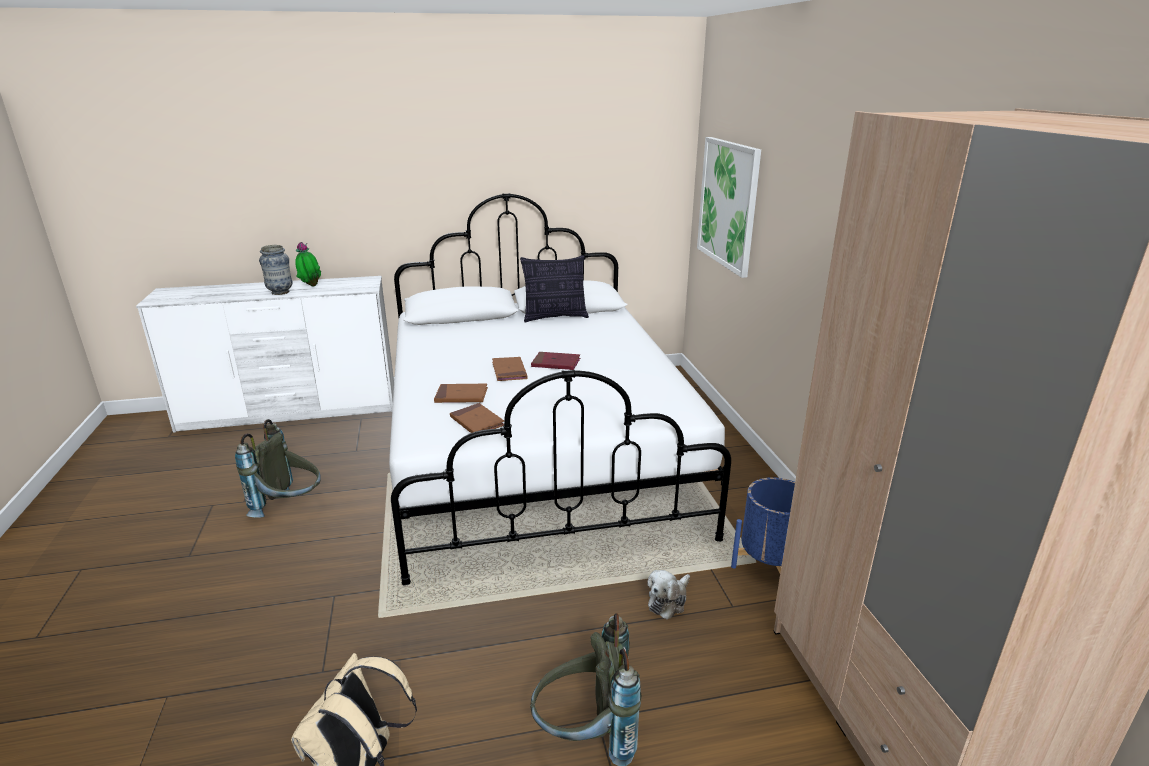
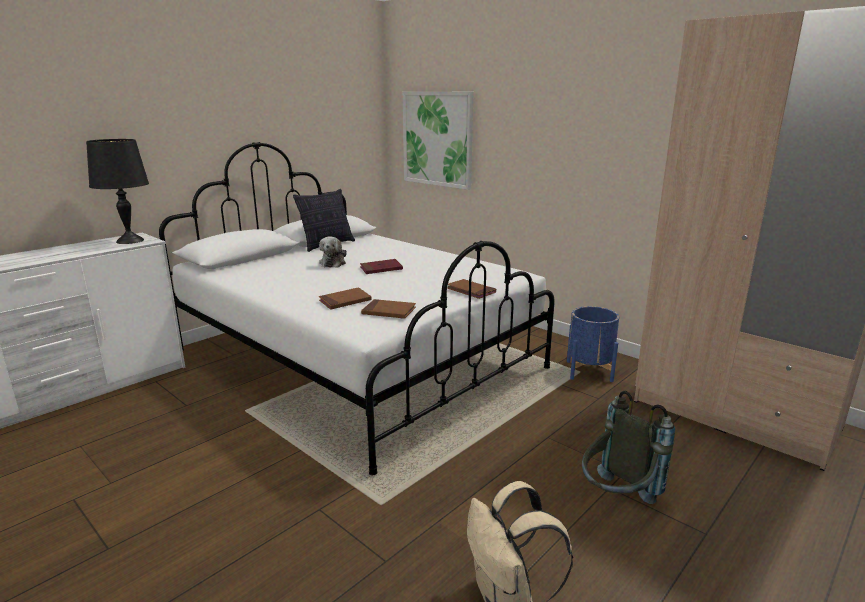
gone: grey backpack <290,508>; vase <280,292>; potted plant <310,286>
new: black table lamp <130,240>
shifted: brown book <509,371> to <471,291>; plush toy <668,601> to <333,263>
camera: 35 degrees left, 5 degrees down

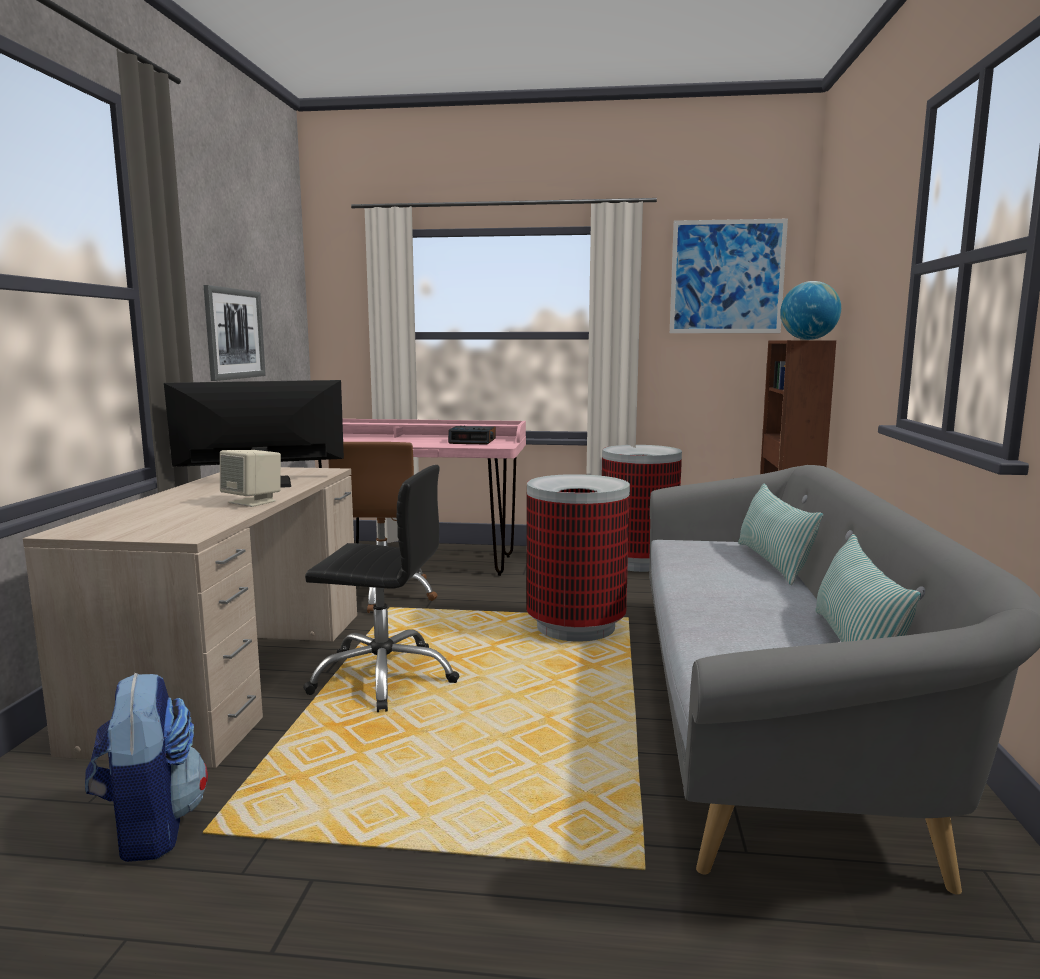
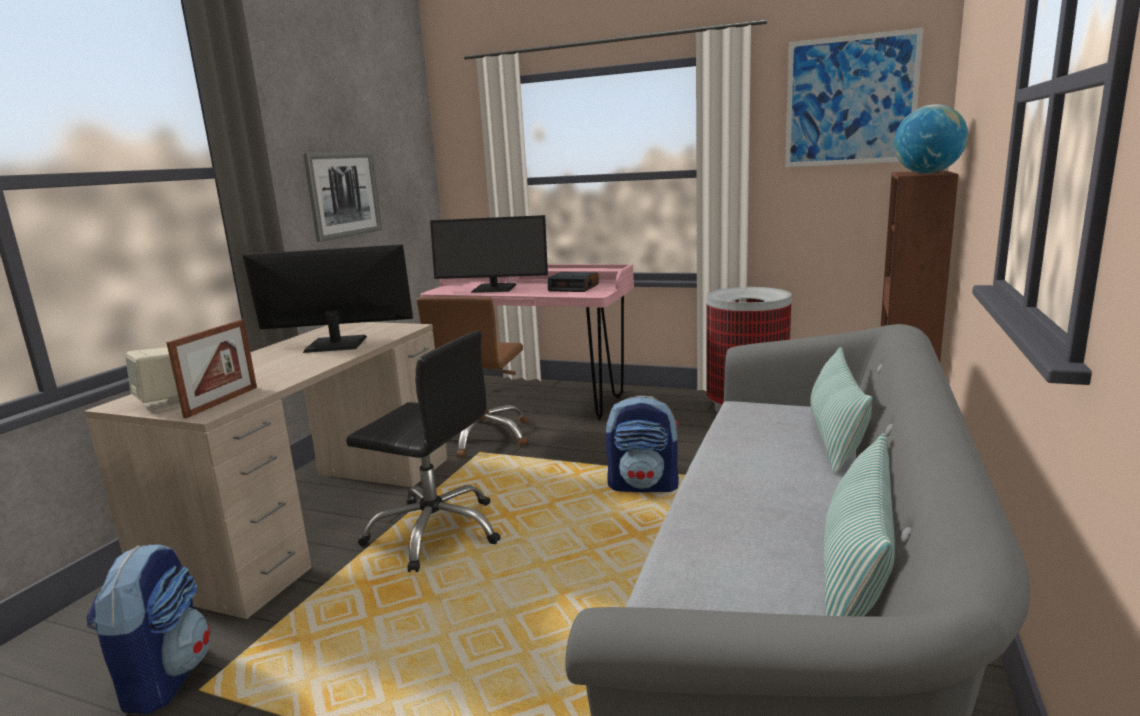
new: picture frame <222,402>; monitor <493,288>
shifted: beige speaker <253,502> to <167,404>
swapped: trash can <576,627> to backpack <644,486>
camera: 15 degrees right, 5 degrees up

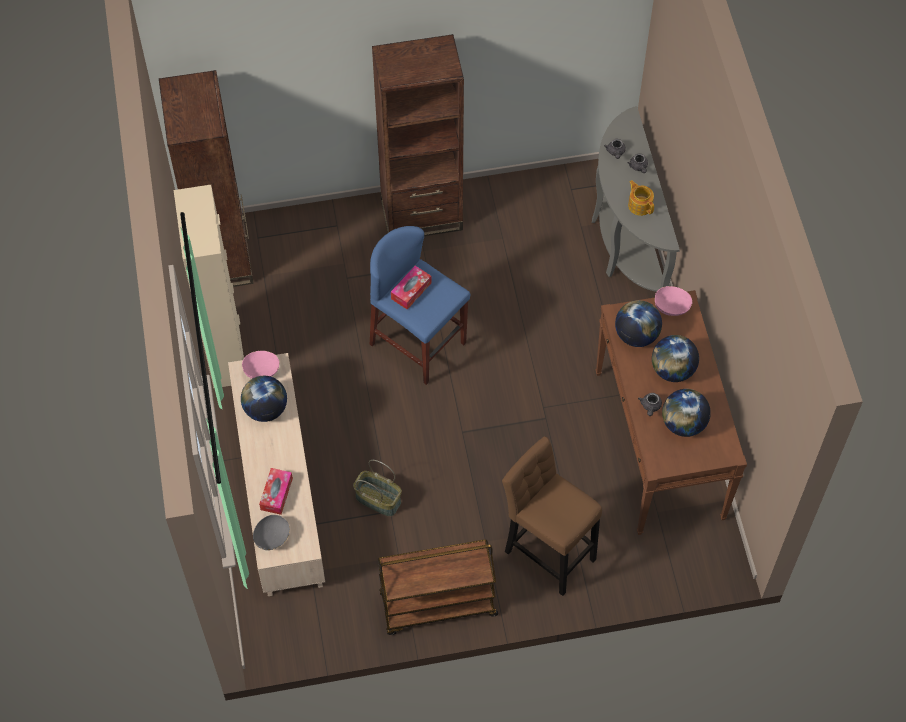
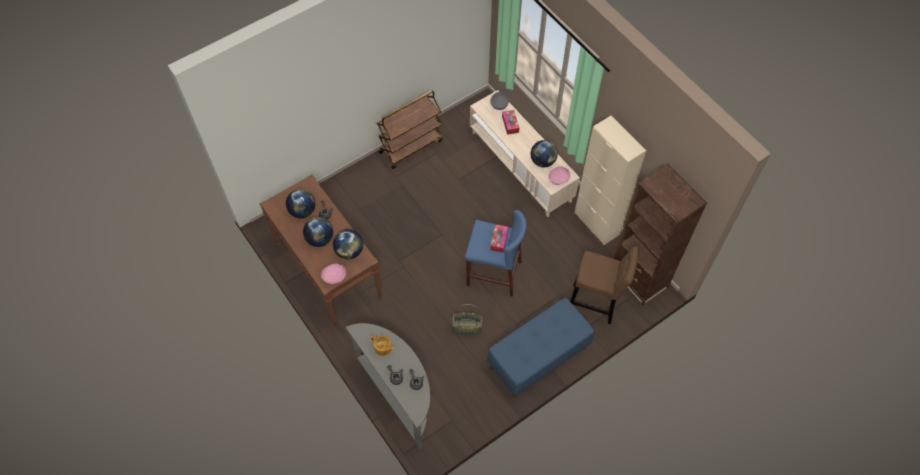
shifted: basket <379,499> to <466,328>; brown stool <547,551> to <595,304>
swapped: brown bookcase <421,215> to blue bench <538,357>
camera: 155 degrees right, 0 degrees up

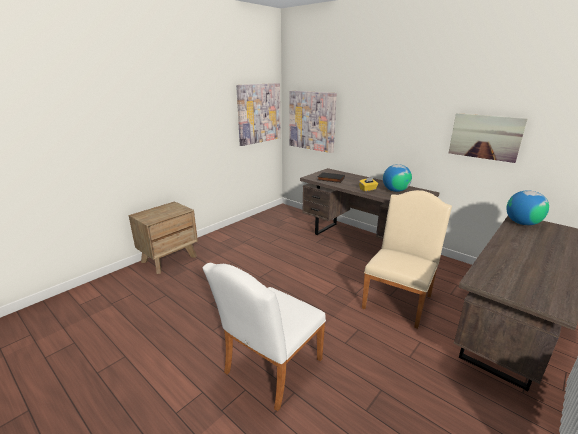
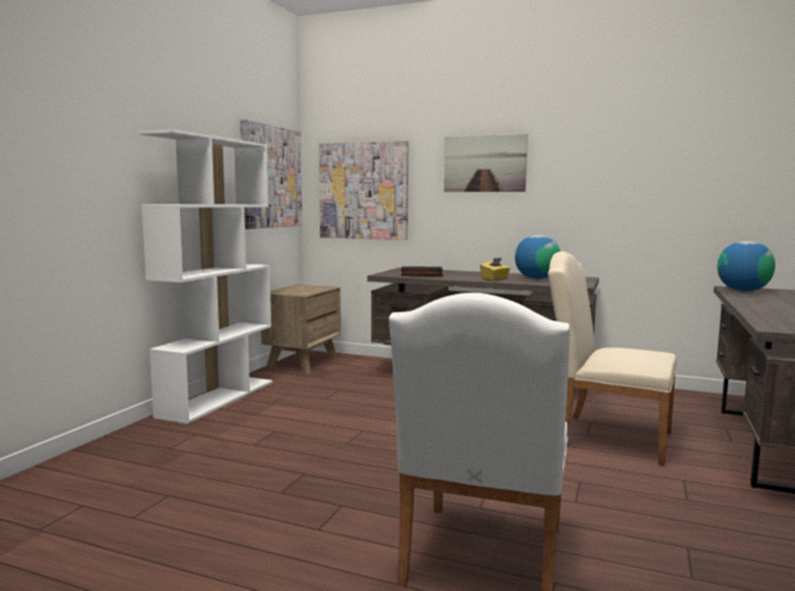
new: white bookcase <218,398>
shifted: brown nightstand <169,259> to <302,362>; picture <485,137> to <484,163>
rotated: beige chair <399,299> = <604,437> 75 degrees counterclockwise
camera: 20 degrees left, 15 degrees down

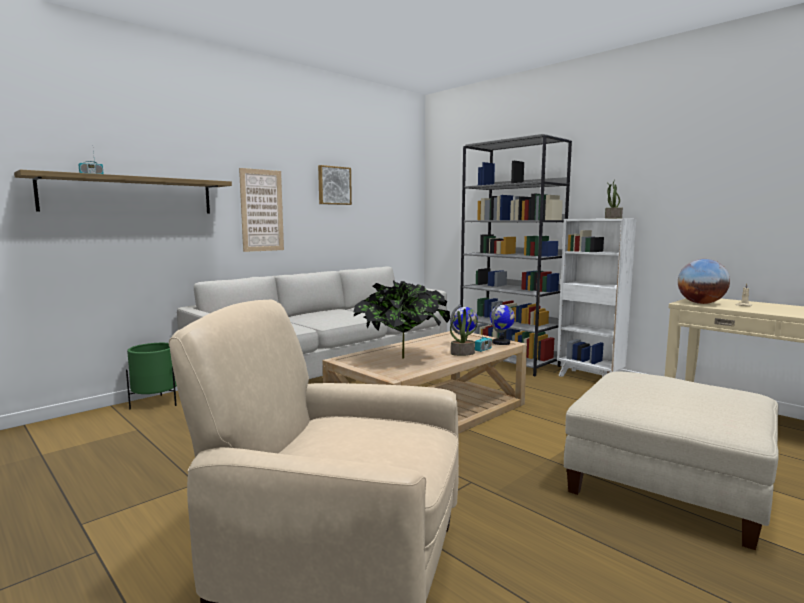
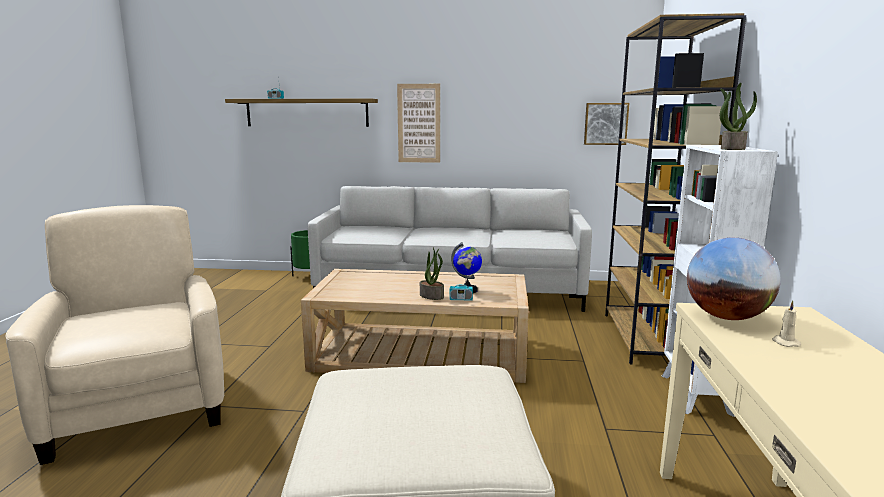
gone: potted plant <400,358>; globe <501,343>
shifted: picture <334,185> to <605,123>
repainted: grey bookcase <509,362> to brown bookcase <649,339>
camera: 50 degrees right, 5 degrees up

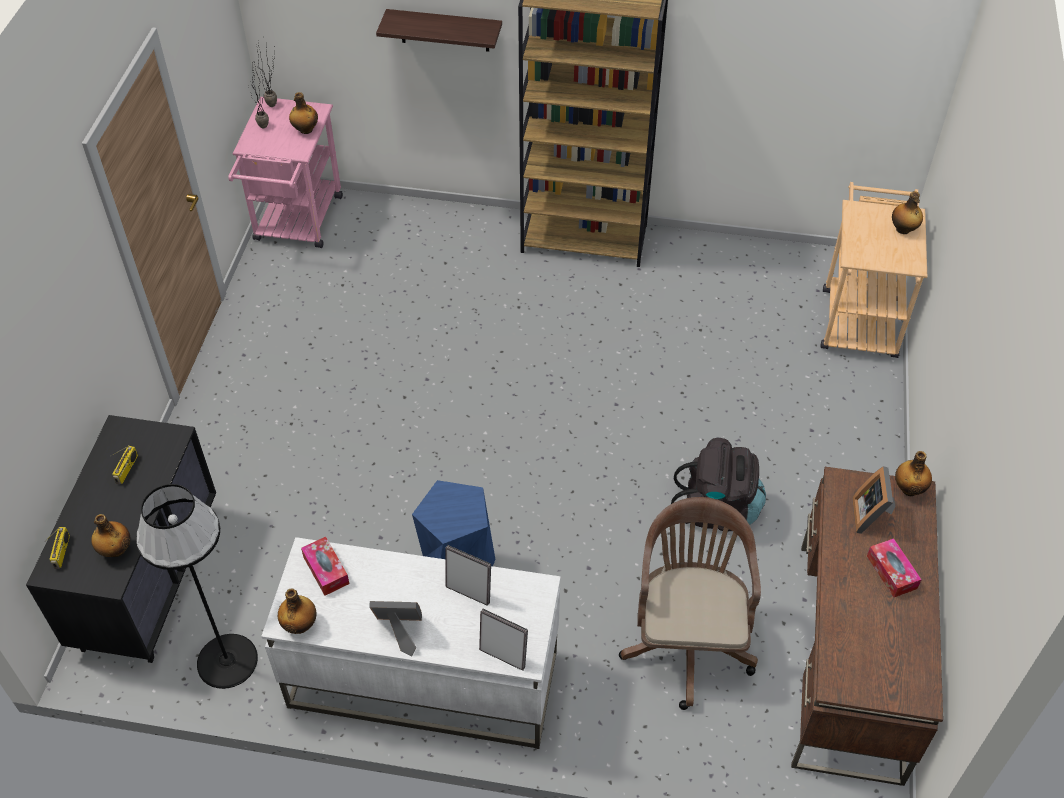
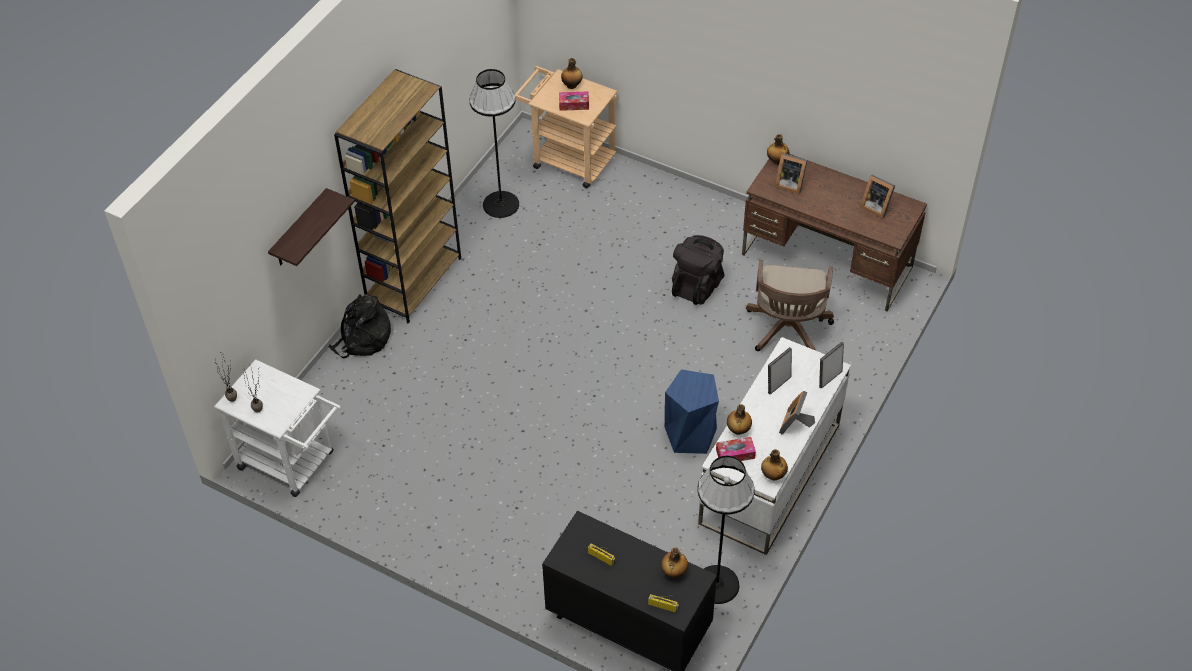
new: black backpack <363,339>; black floor lamp <501,204>; picture frame <876,206>
shifted: bottle <305,130> to <738,430>; tissue box <891,572> to <574,104>
repainted: pink cart <296,224> to white cart <293,463>
rotated: brown office chair <687,640> = <787,331> 105 degrees counterclockwise
camera: 70 degrees left, 0 degrees up

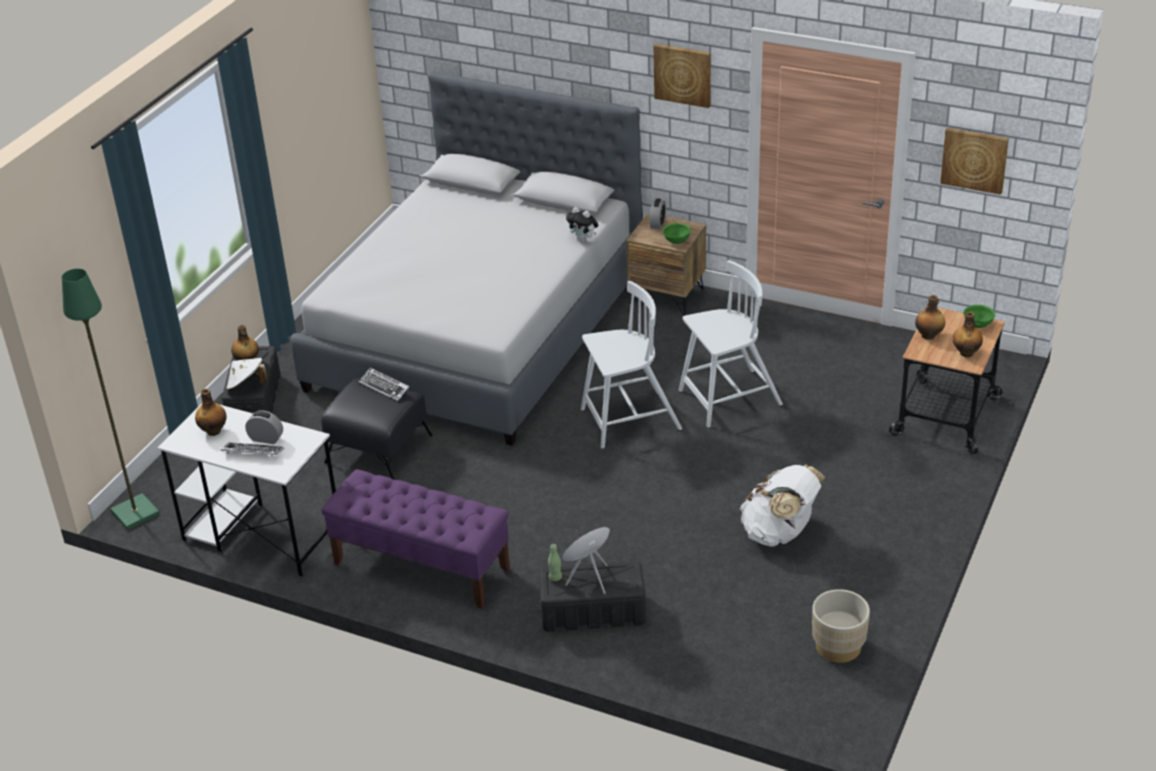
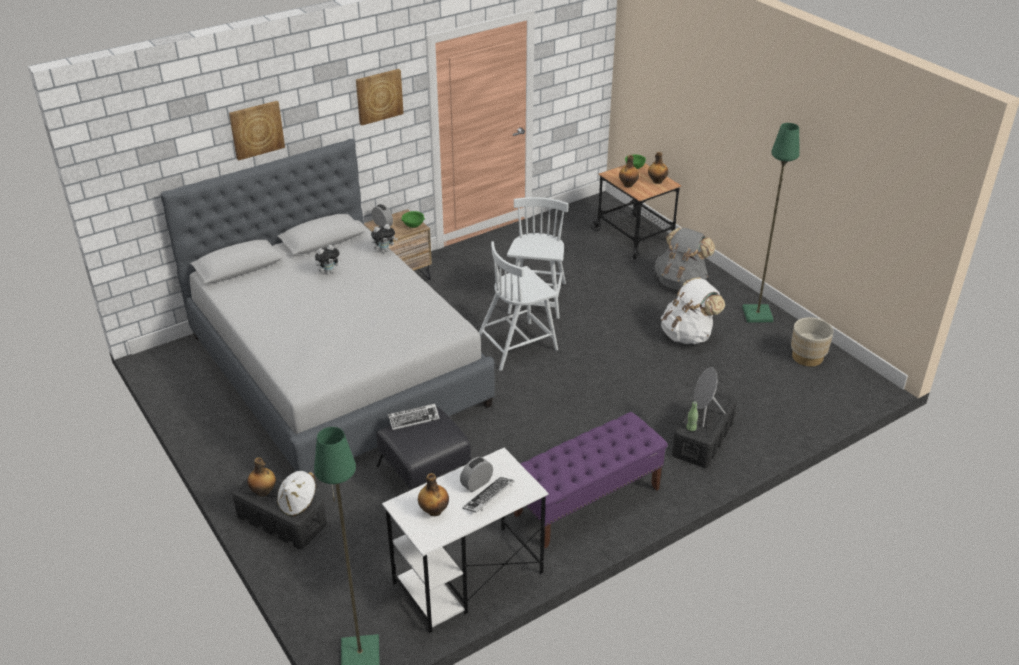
new: plush toy <329,272>; grey backpack <680,282>; green floor lamp <758,315>
shifted: picture <974,159> to <256,129>
rotated: white chair <628,420> = <517,345> 135 degrees counterclockwise
camera: 60 degrees left, 0 degrees up

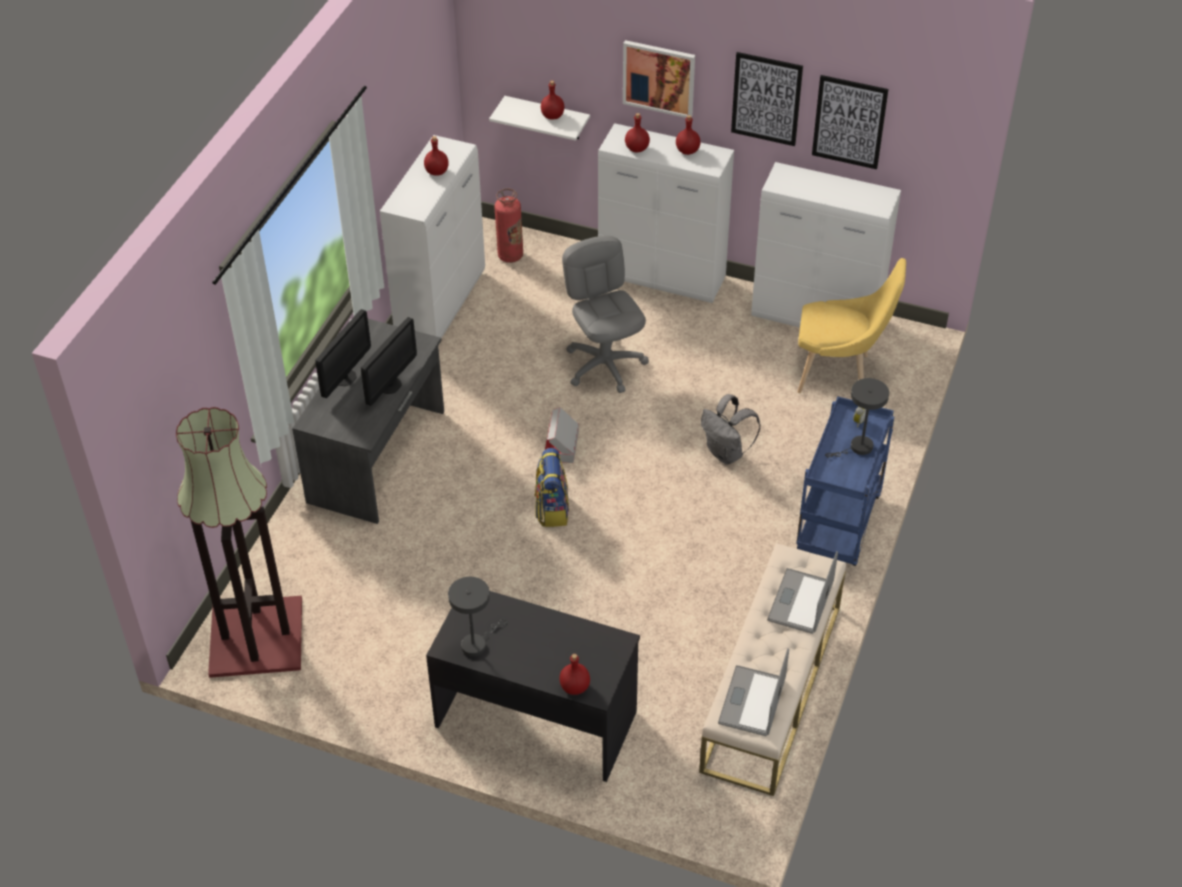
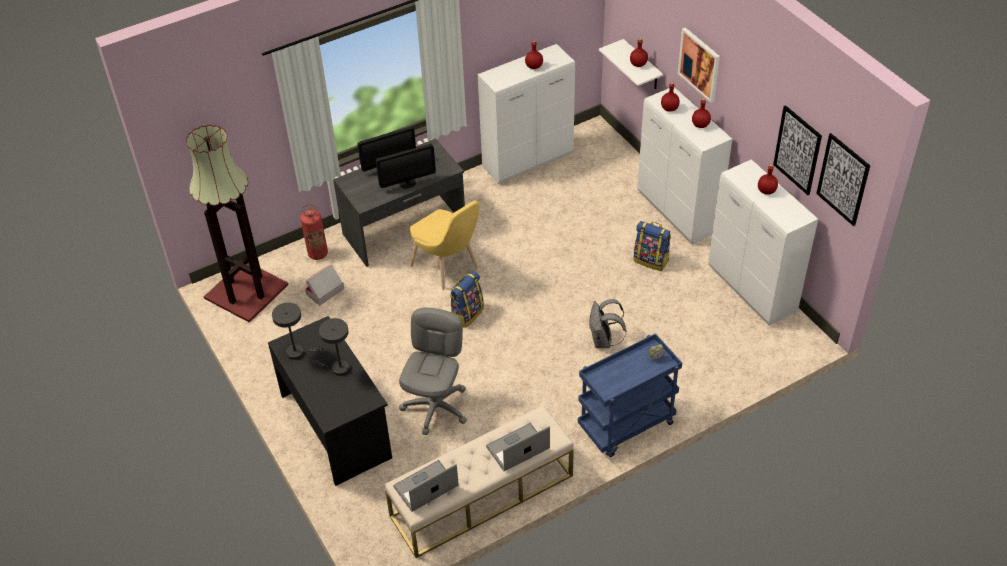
new: backpack <651,260>
shifted: fire extinguisher <510,256> to <318,254>; cardboard box <561,446> to <325,291>; red bottle <574,687> to <766,191>; grey office chair <605,365> to <436,407>; picture <766,99> to <843,179>; yellow chair <839,374> to <448,269>; grey table lamp <857,448> to <337,368>
camera: 40 degrees right, 0 degrees up

